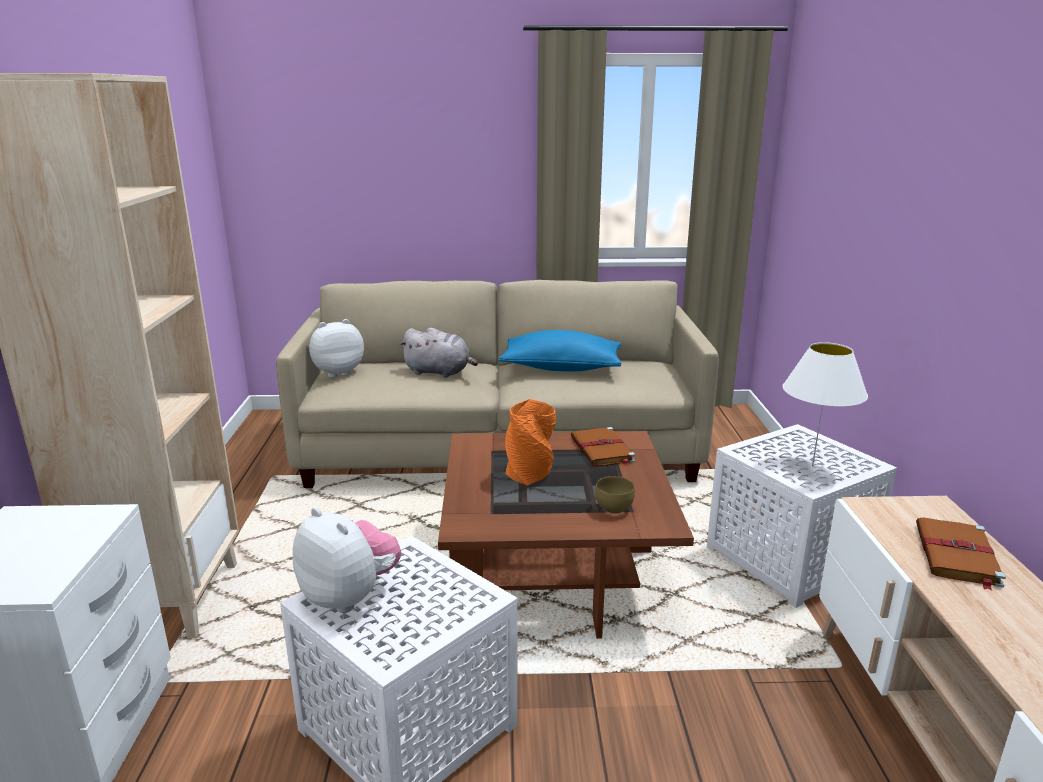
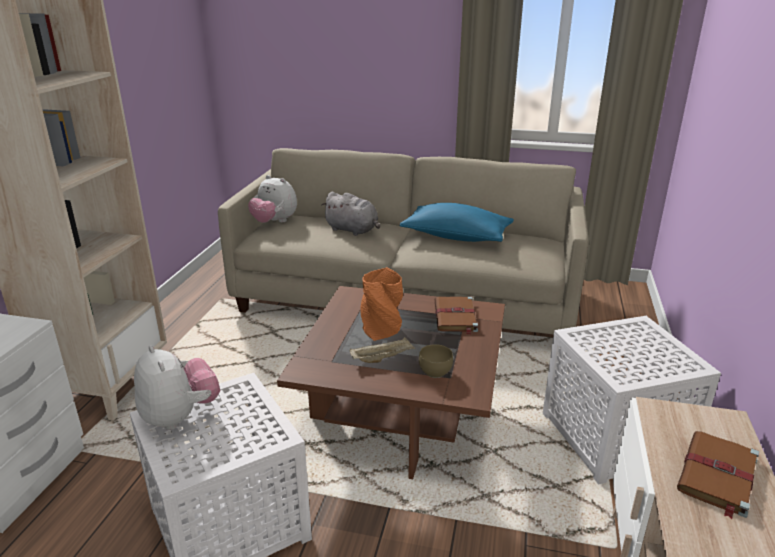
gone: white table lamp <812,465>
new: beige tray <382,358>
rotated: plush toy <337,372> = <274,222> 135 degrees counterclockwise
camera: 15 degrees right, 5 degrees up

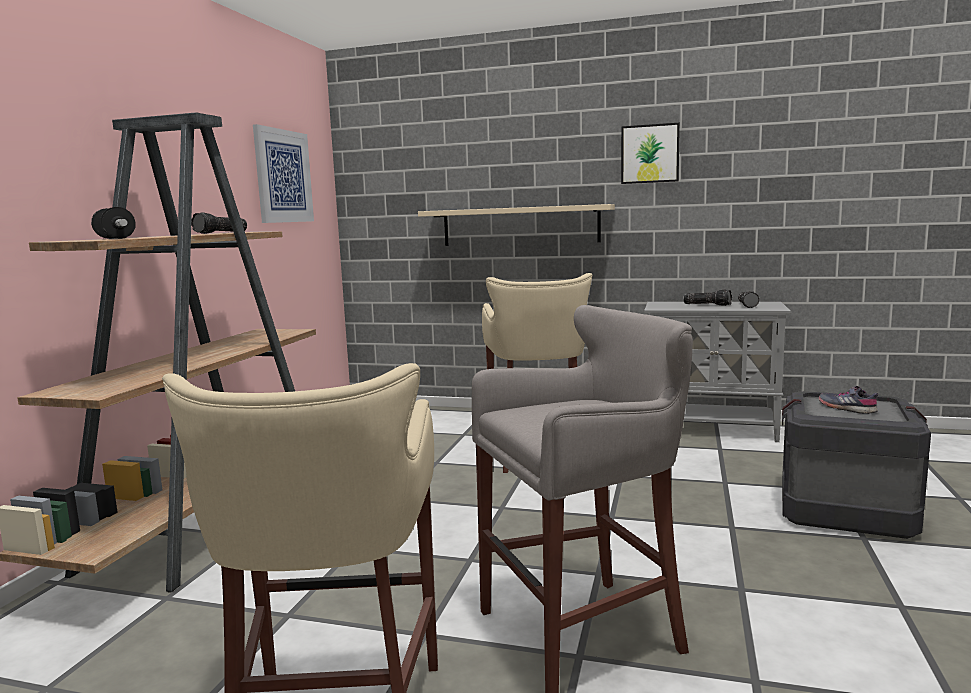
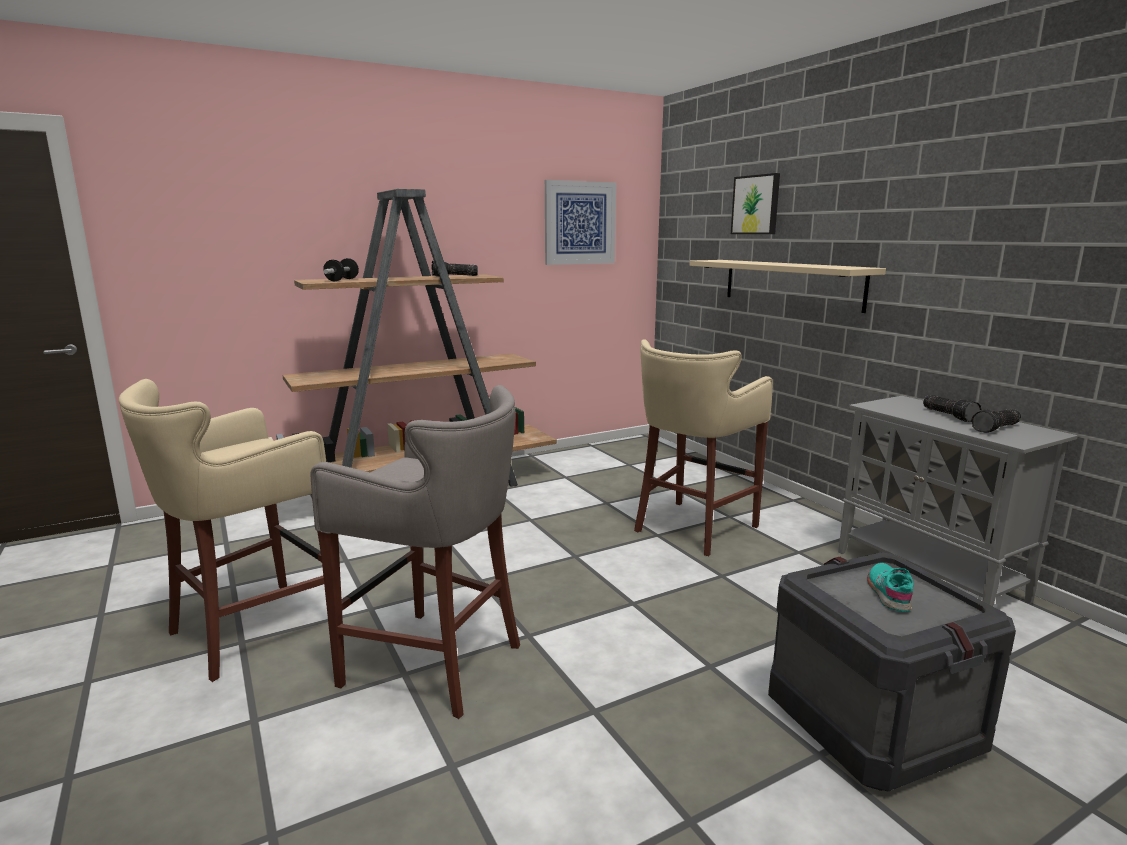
shifted: picture <650,154> to <756,205>
repainted: grey shoe <847,408> to turquoise shoe <889,593>
camera: 45 degrees right, 5 degrees up

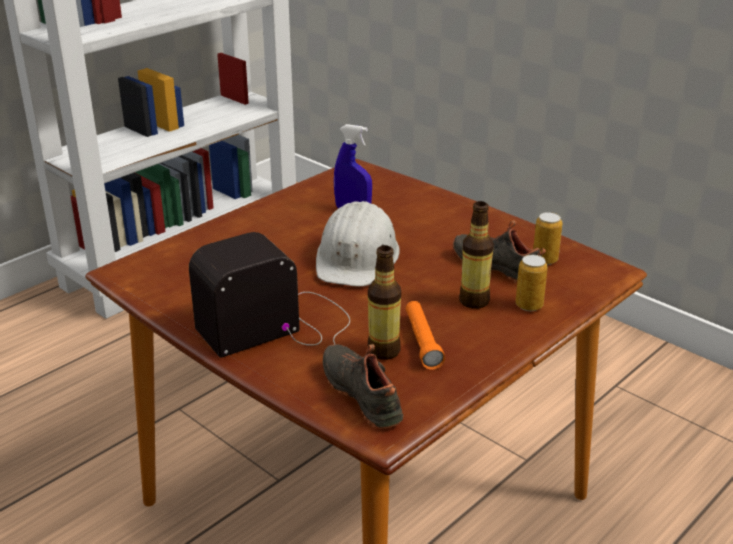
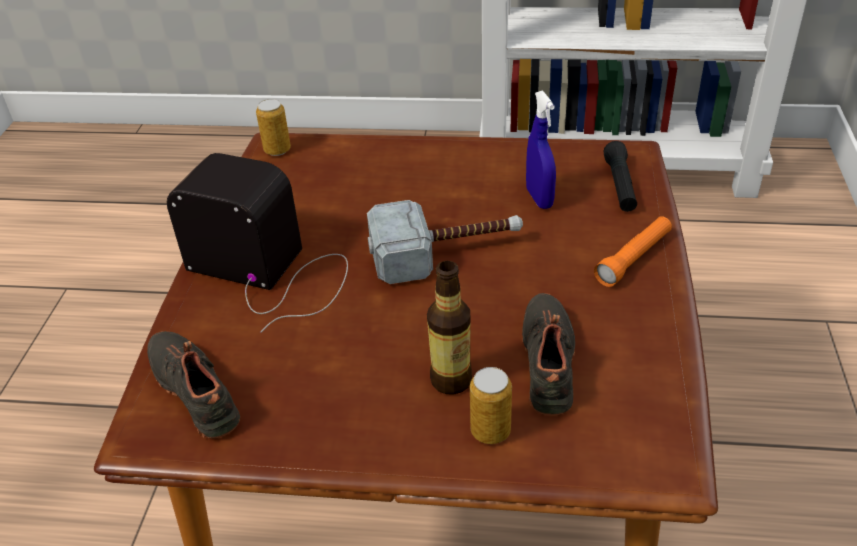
gone: bottle <383,351>
new: black flashlight <620,186>
shifted: orange flashlight <422,342> to <633,259>; can <545,260> to <277,150>
swapped: white hard hat <357,257> to hammer <446,252>
rotated: black shoe <364,394> = <198,390> 60 degrees counterclockwise
camera: 55 degrees right, 10 degrees up

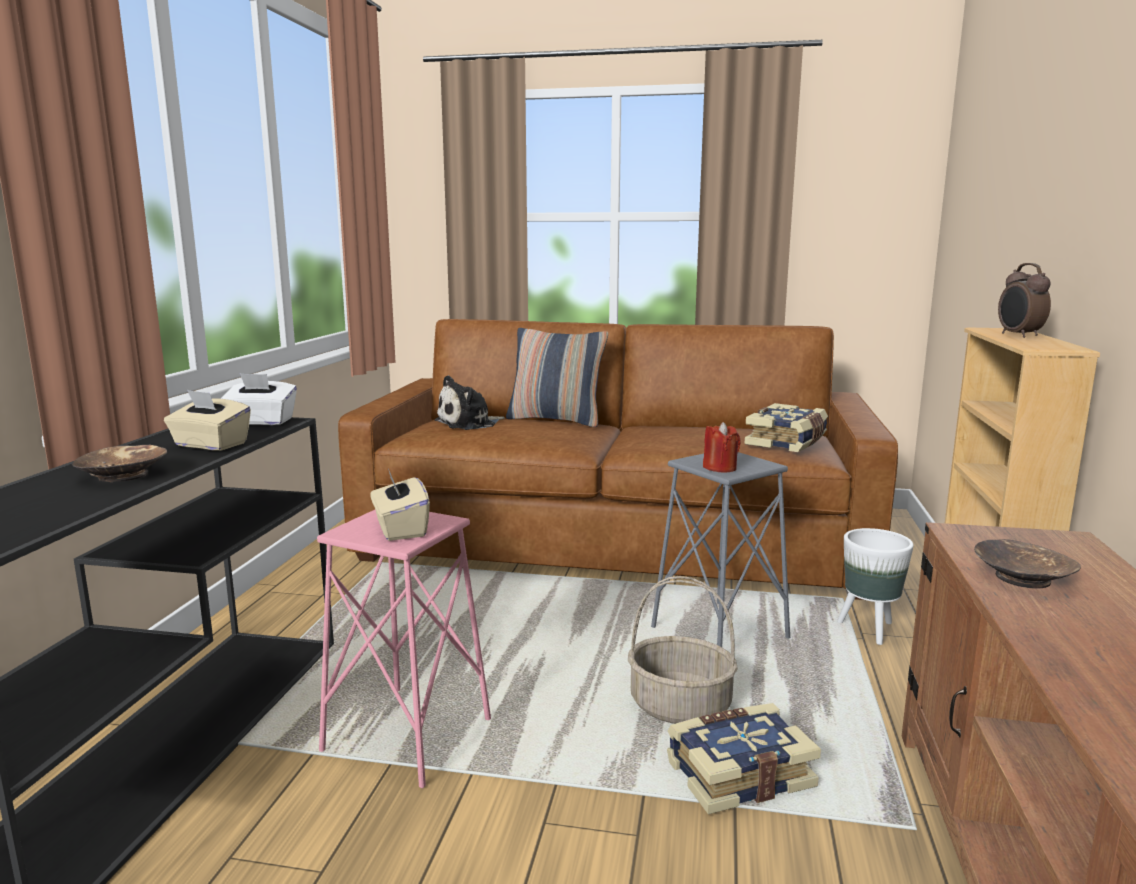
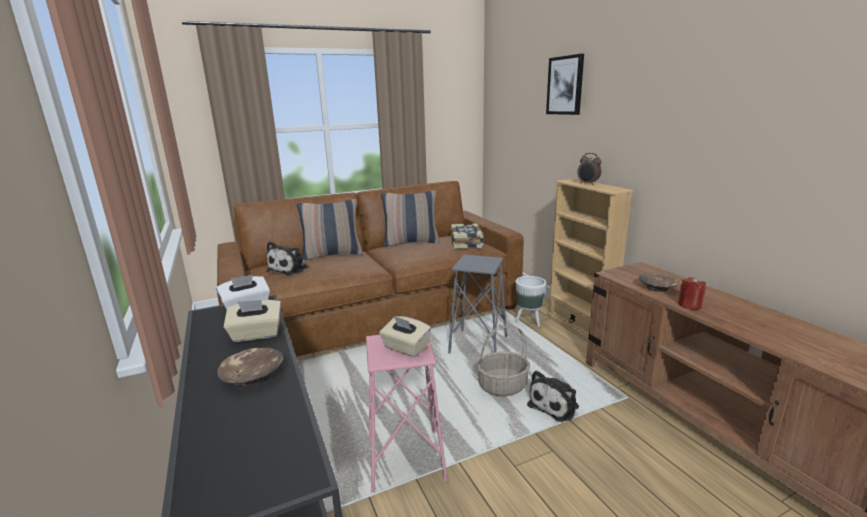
new: pillow <411,242>; picture <565,85>
shifted: red candle <720,468> to <689,305>
swapped: book <738,773> to plush toy <555,405>
camera: 35 degrees left, 5 degrees up

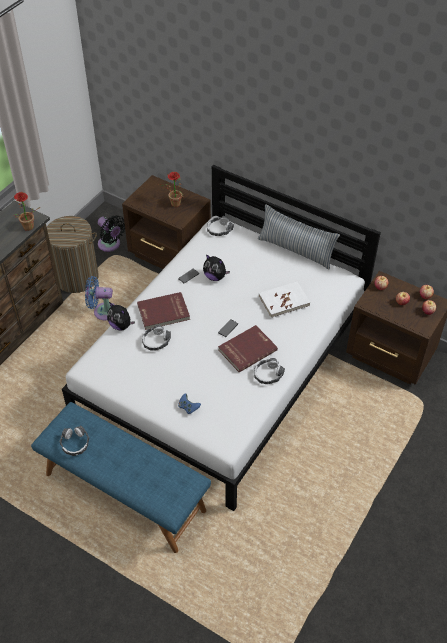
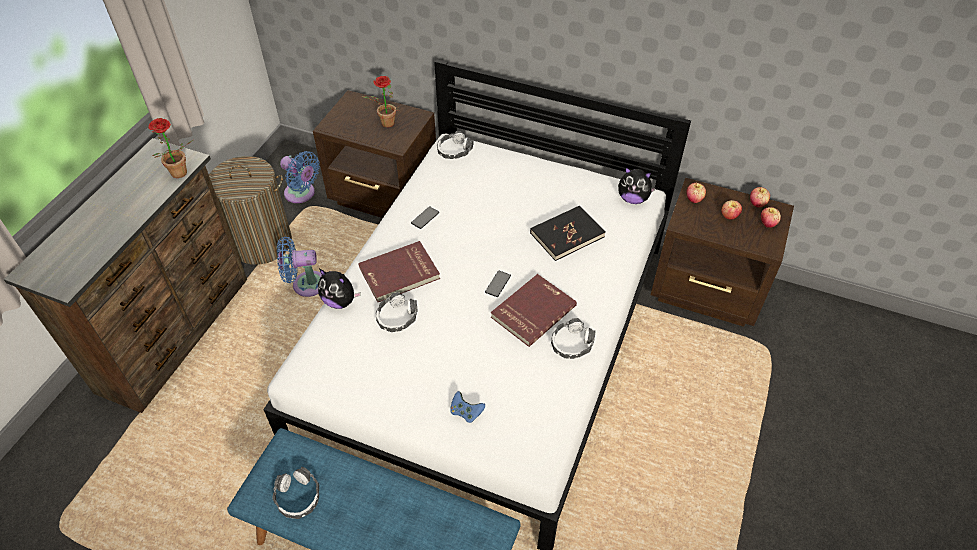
gone: pillow <296,250>
shifted: plush toy <215,277> to <633,199>
repainted: black fan <110,245> to blue fan <302,194>; white book <283,301> to black book <567,235>
camera: 10 degrees left, 0 degrees up

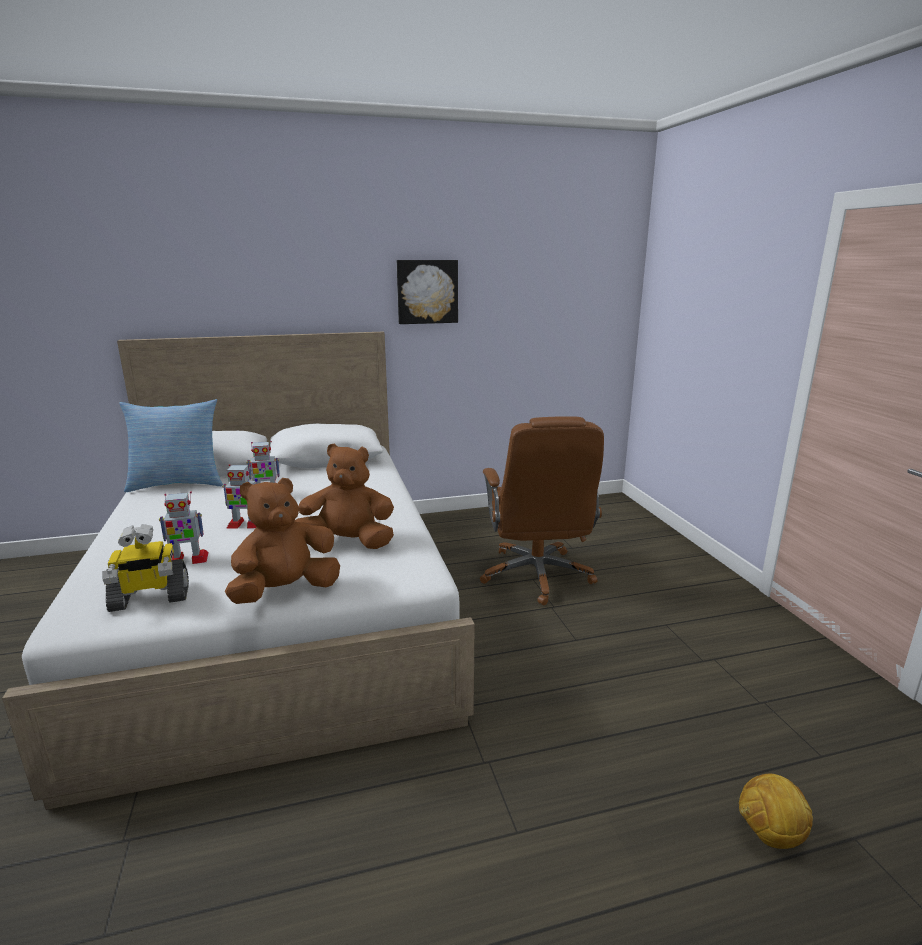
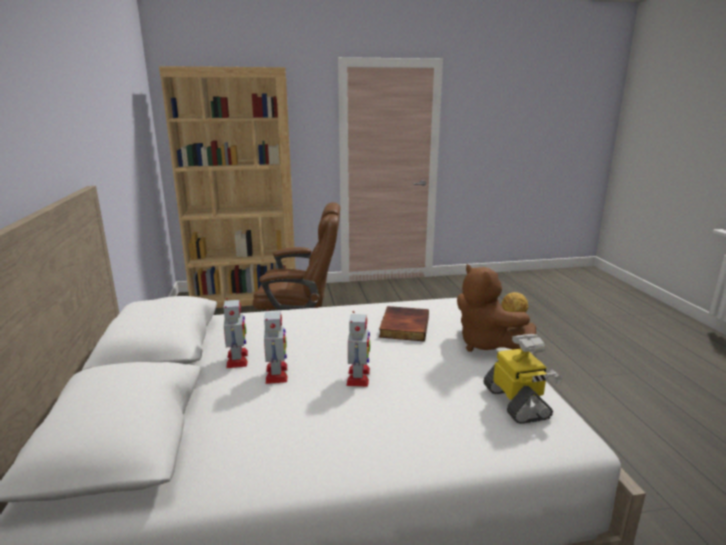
gone: pillow <178,483>; picture <427,291>
new: brown bookcase <246,298>
shifted: toy robot <187,560> to <237,359>
swapped: brown plush toy <347,542> to book <403,326>
camera: 85 degrees left, 0 degrees up

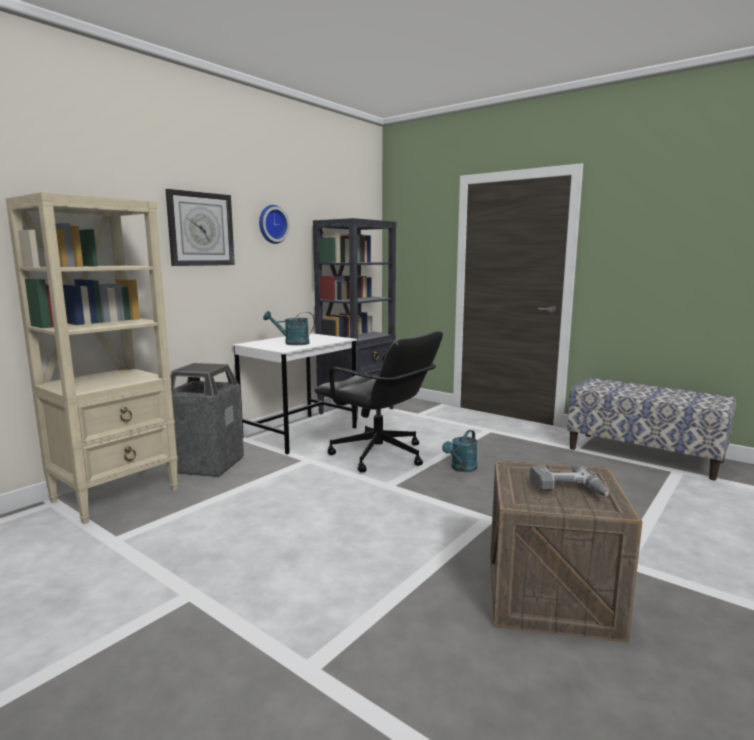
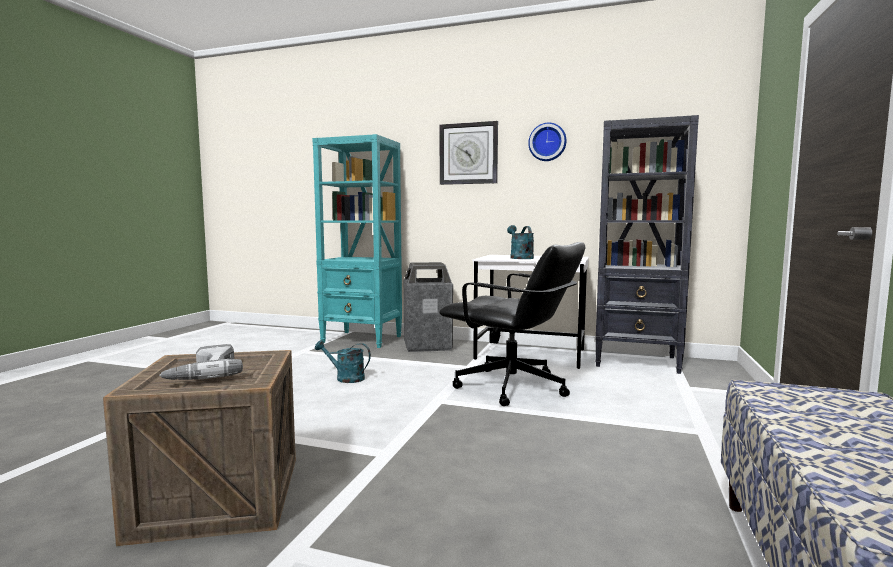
shifted: turquoise watering can <461,469> to <345,378>
repainted: beige bookcase <117,495> to turquoise bookcase <362,339>
rotated: black office chair <379,456> = <512,387> 75 degrees counterclockwise
camera: 70 degrees right, 5 degrees down

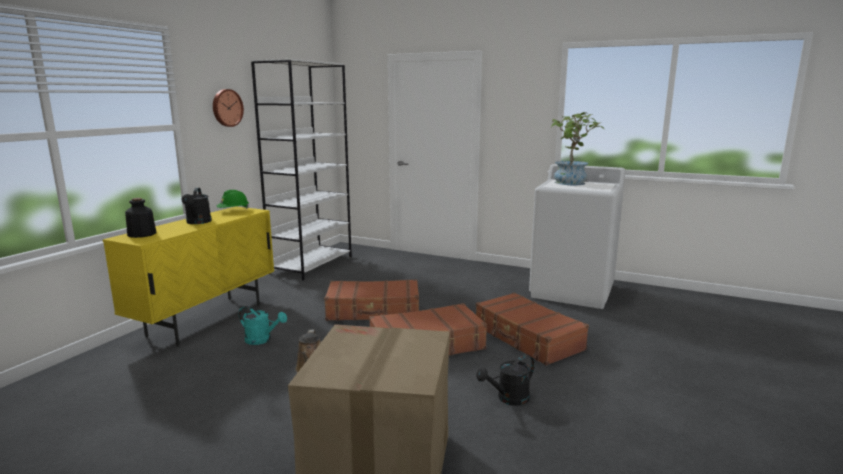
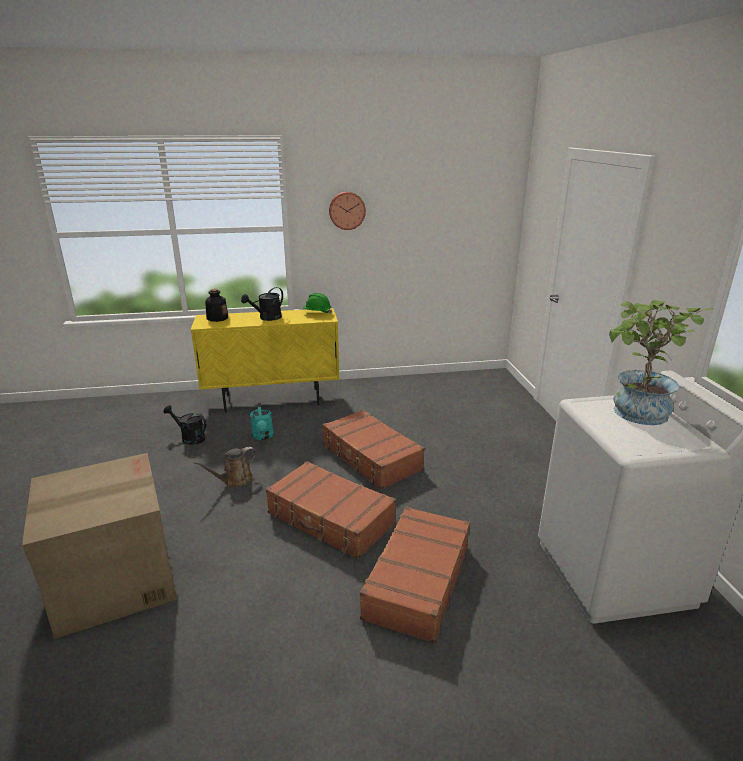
gone: white bookcase <312,264>
shifted: black watering can <508,399> to <189,438>
camera: 55 degrees right, 10 degrees up

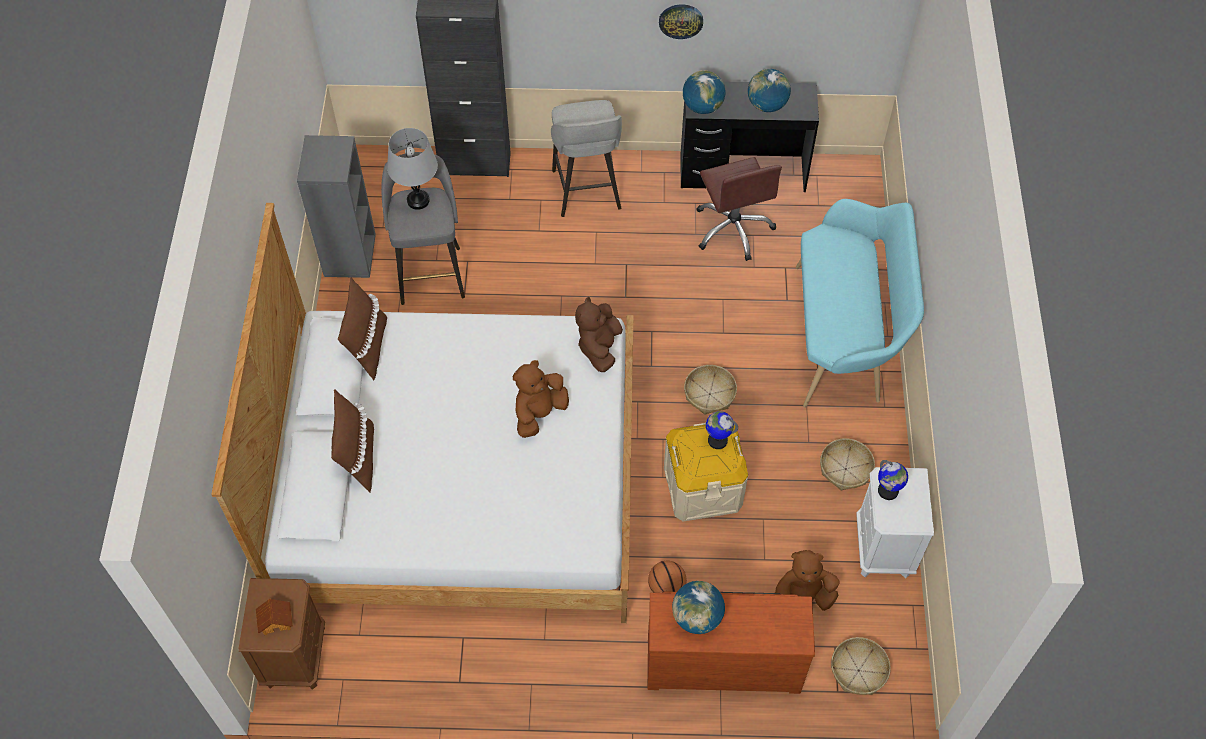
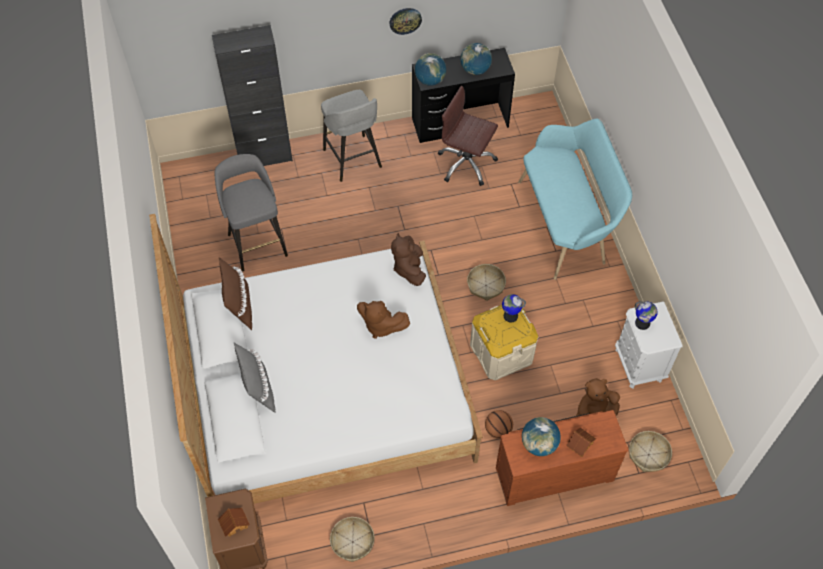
gone: grey bookcase <349,254>; grey table lamp <418,200>
new: toy house <580,445>
shifted: basket <845,469> to <352,542>
repainted: brown pillow <358,458> to grey pillow <258,389>
rotated: brown plush toy <539,413> = <381,325> 90 degrees counterclockwise; brown office chair <733,228> = <466,164> 150 degrees clockwise
camera: 15 degrees left, 0 degrees up

